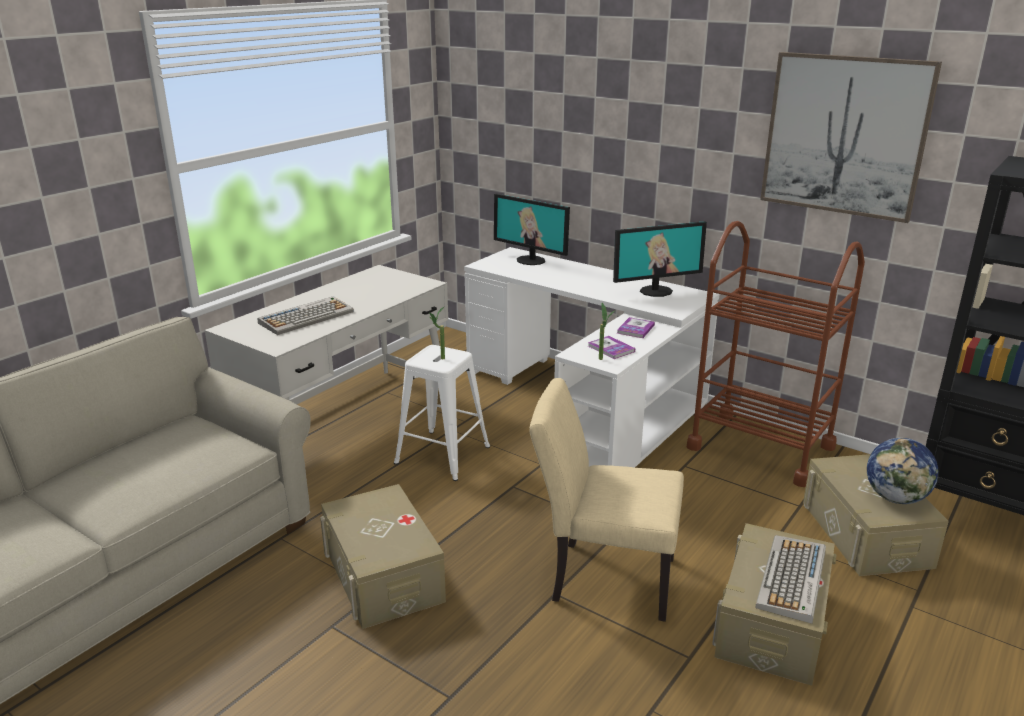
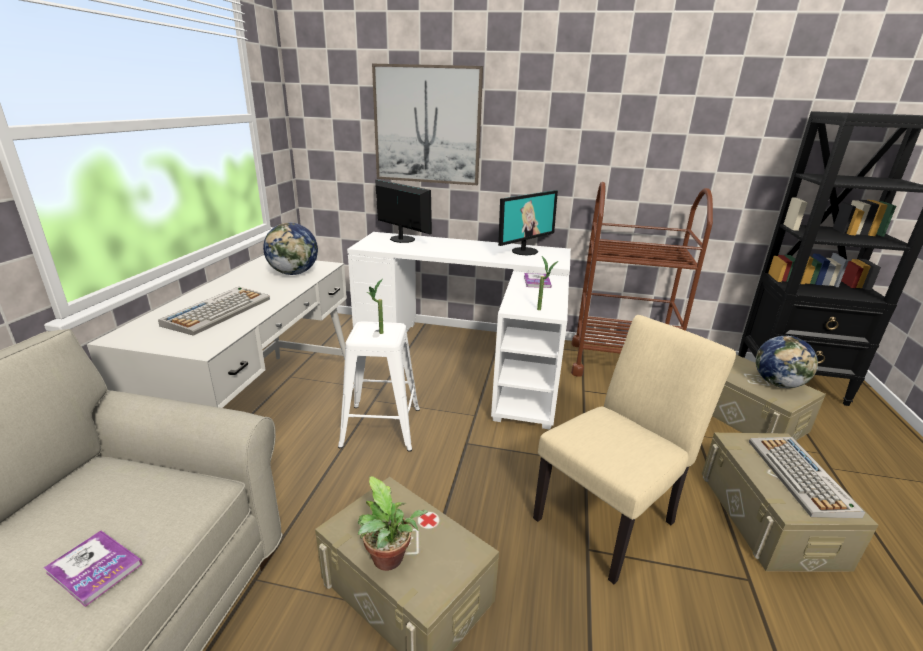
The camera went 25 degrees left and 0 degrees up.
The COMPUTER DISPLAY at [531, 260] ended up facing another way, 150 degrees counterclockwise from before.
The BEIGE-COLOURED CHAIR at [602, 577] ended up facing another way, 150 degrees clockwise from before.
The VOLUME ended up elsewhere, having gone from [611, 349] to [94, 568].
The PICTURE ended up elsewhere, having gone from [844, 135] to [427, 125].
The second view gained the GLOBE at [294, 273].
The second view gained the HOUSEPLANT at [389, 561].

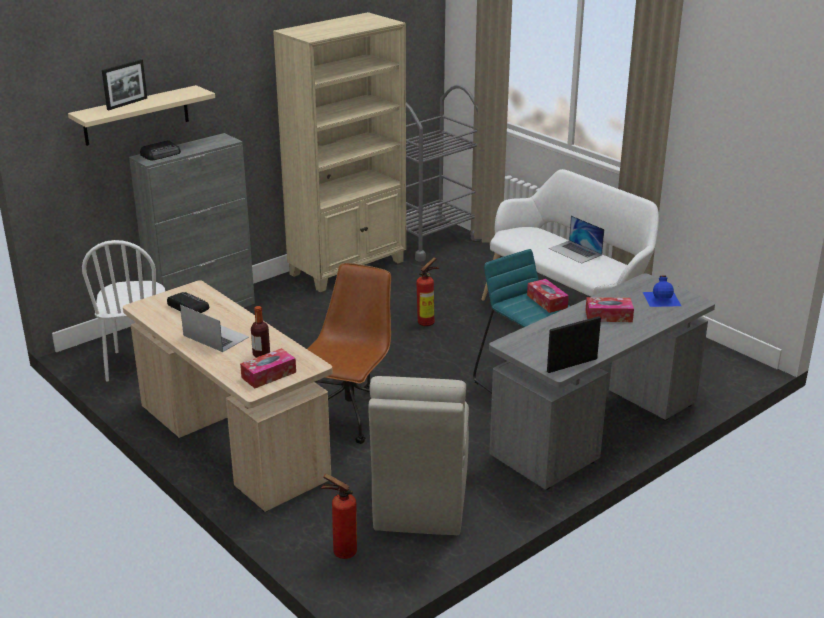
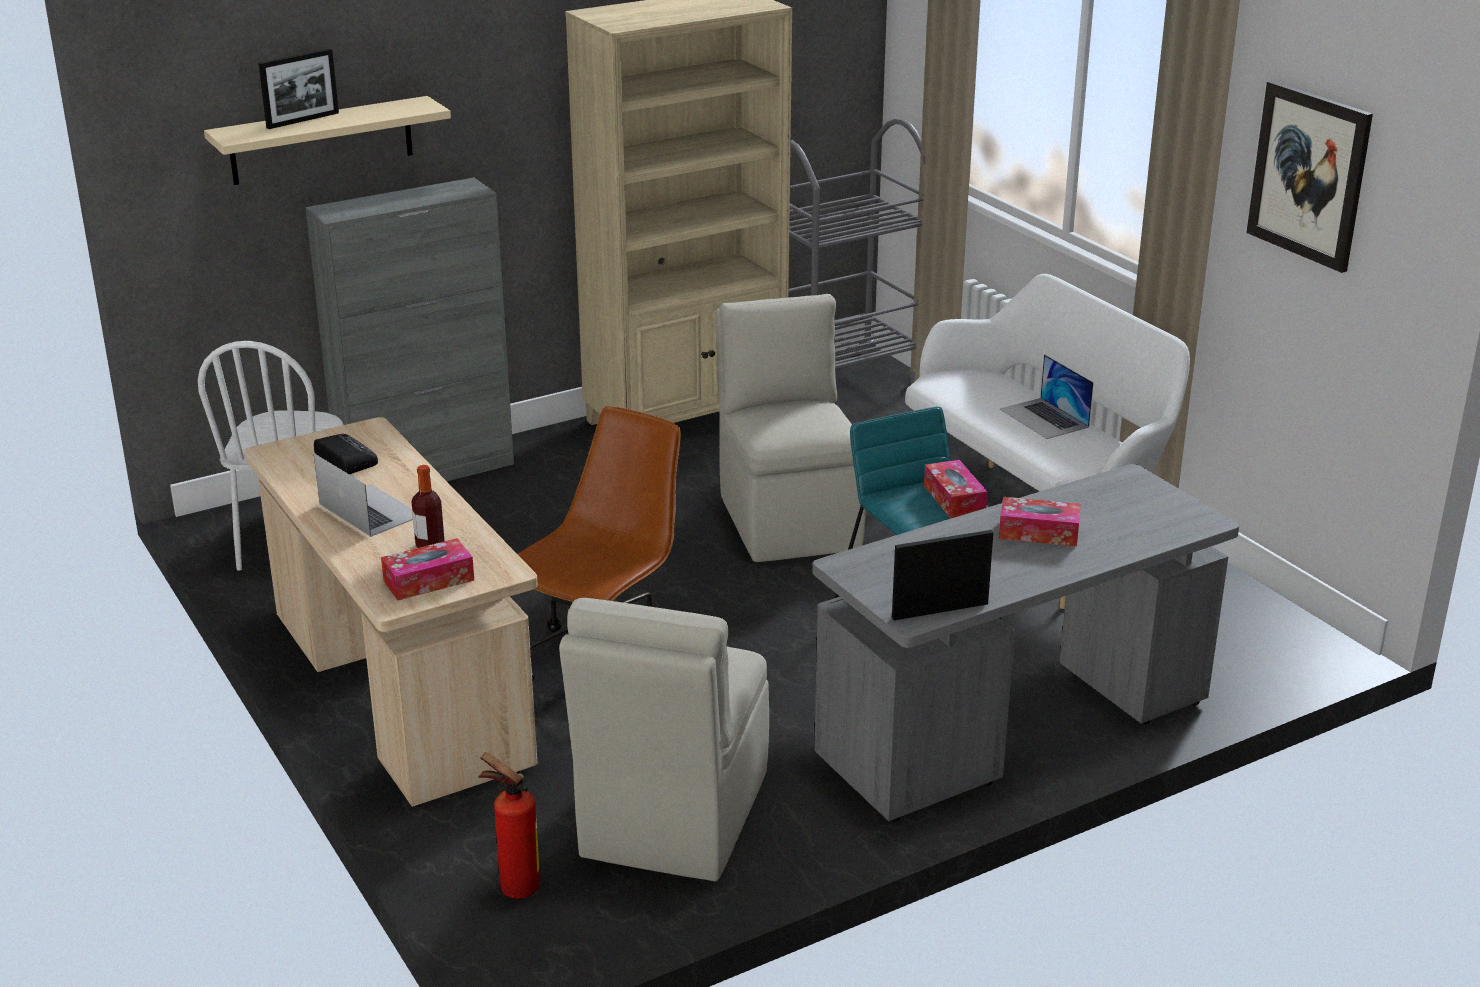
The camera went 10 degrees right and 0 degrees up.
The second view lost the RADIO SET at [161, 154].
Where the EXTINGUISHER stood at [428, 322], the BEIGE-COLOURED CHAIR came to stand at [789, 519].
The second view lost the BLUE DRINK BOTTLE at [662, 298].
The second view gained the PICTURE at [1309, 175].

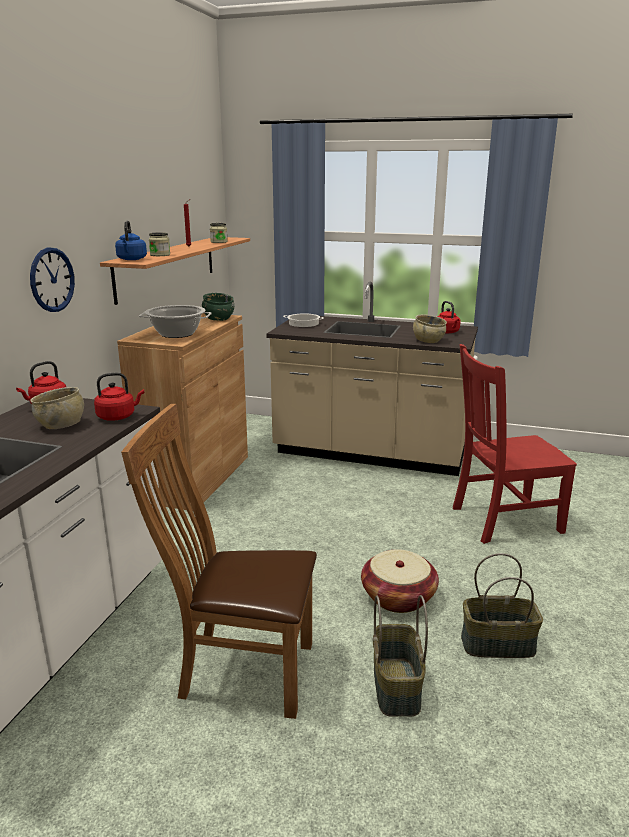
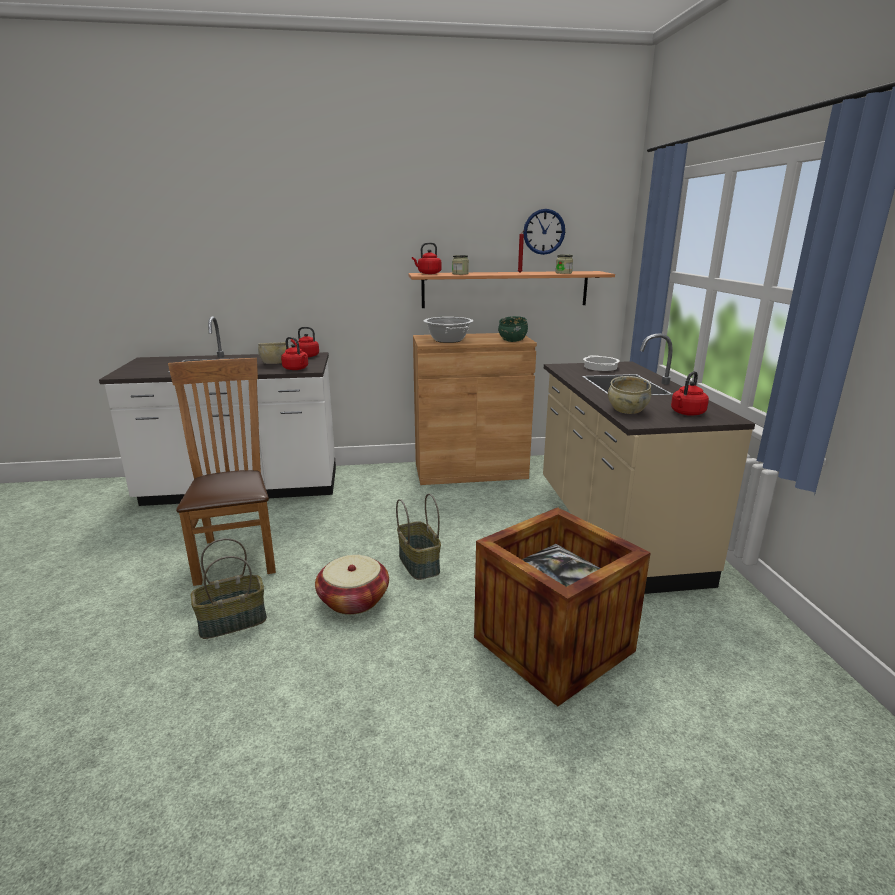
The camera went 65 degrees right and 0 degrees up.
The HANGING CLOCK ended up elsewhere, having gone from [52, 280] to [544, 231].
What was the BLUE KETTLE at [131, 259] turned into the RED KETTLE at [428, 273].
Where the RED CHAIR stood at [502, 520], the CRATE came to stand at [553, 644].
The BASKET ended up elsewhere, having gone from [498, 644] to [420, 564].

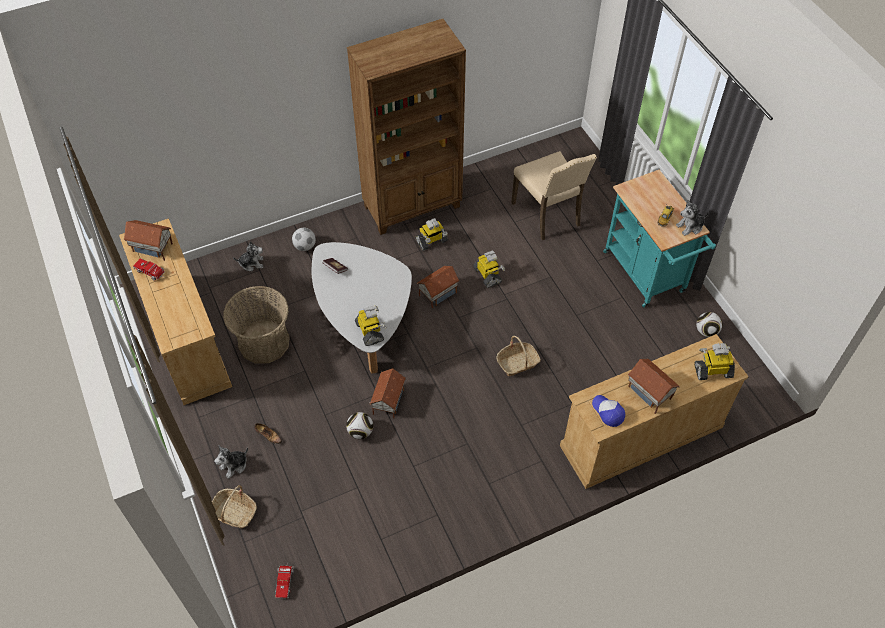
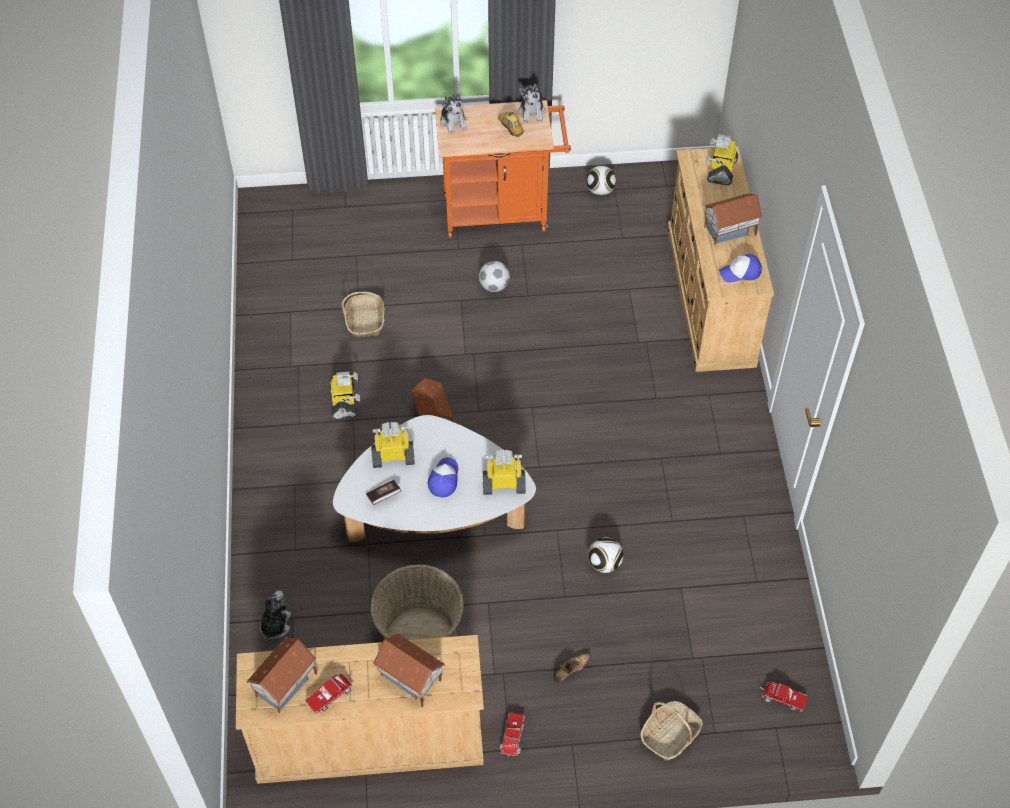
The camera went 70 degrees left and 0 degrees up.
The SOFT TOY ended up elsewhere, having gone from [234, 465] to [453, 122].
The BALL FOR FOOTBALL ended up elsewhere, having gone from [305, 246] to [494, 286].
The second view lost the BROWN BOOKCASE at [413, 206].
The MINIATURE HOUSE ended up elsewhere, having gone from [388, 402] to [410, 680].
The TOY ROBOT ended up elsewhere, having gone from [488, 275] to [393, 456].
The BASKET ended up elsewhere, having gone from [517, 363] to [365, 320].
The second view lost the BEIGE-COLOURED CHAIR at [548, 214].
What was the BLUE-GREEN TROLLEY at [647, 275] turned into the ORANGEY TROLLEY at [502, 211].
The second view gained the CAP at [444, 479].
The second view gained the TOY TRUCK at [512, 739].

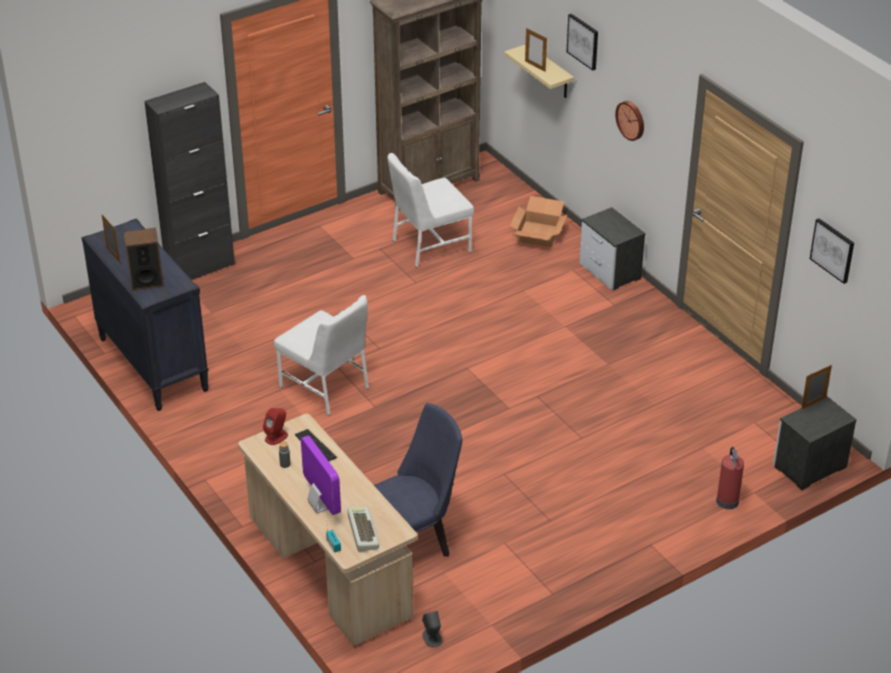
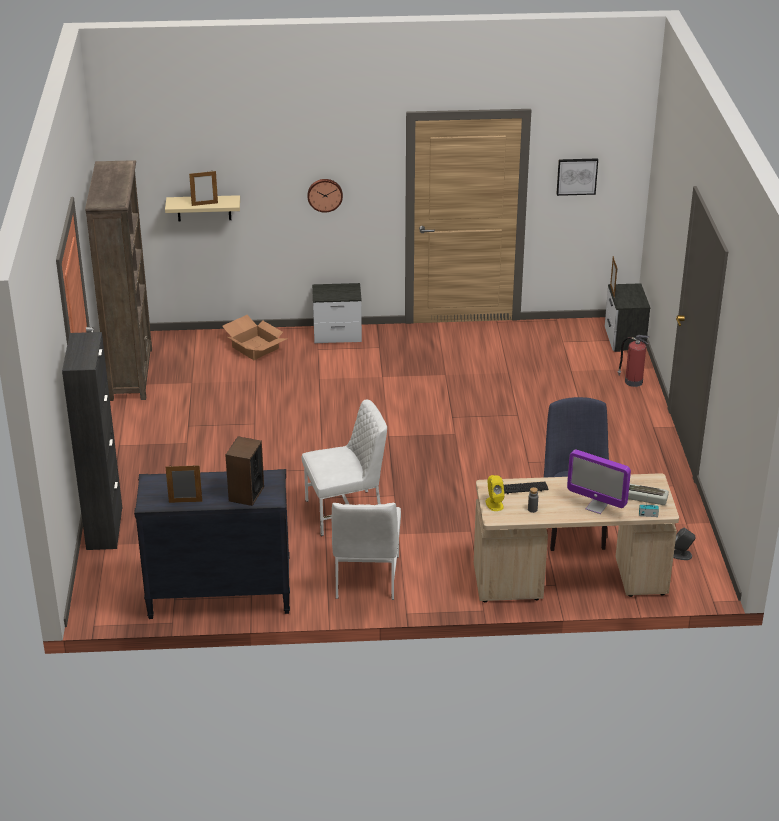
The camera went 60 degrees left and 5 degrees down.
What was the RED LOUDSPEAKER at [276, 437] turned into the YELLOW LOUDSPEAKER at [494, 504].
The COMPUTER DISPLAY at [320, 505] ended up facing another way, 150 degrees counterclockwise from before.
The WHITE-COLOURED CHAIR ended up elsewhere, having gone from [429, 245] to [365, 578].
The second view lost the PICTURE at [583, 41].

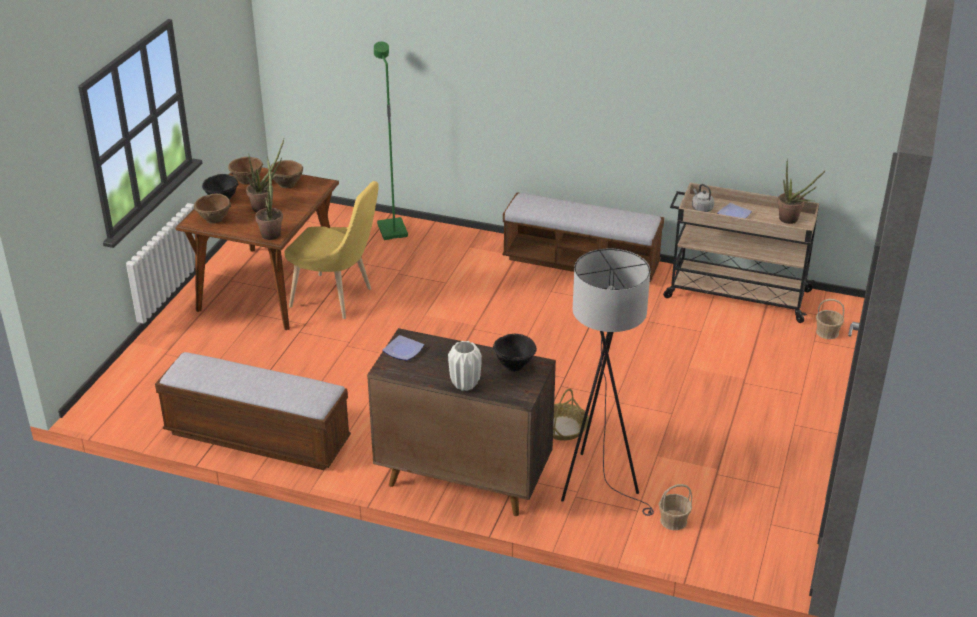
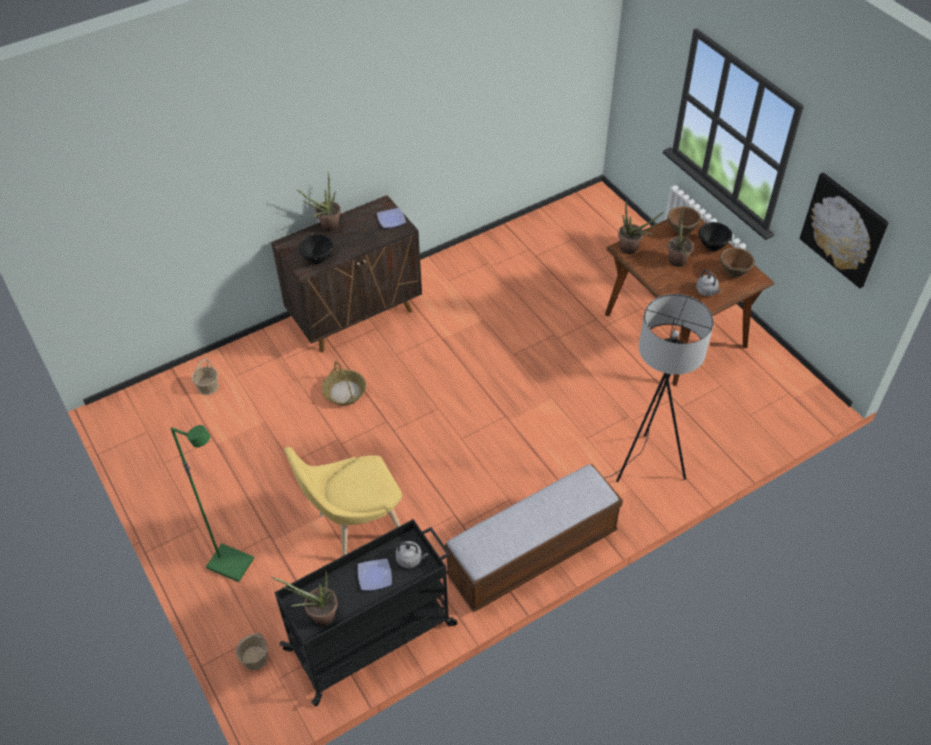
The camera went 130 degrees right and 15 degrees up.
The second view lost the INDOOR BENCH at [257, 437].
Where the BROWN SERVING BOWL stood at [287, 184], the GREYISH KETTLE came to stand at [707, 291].
The YELLOW CHAIR ended up elsewhere, having gone from [336, 299] to [355, 527].
The GREENISH STANDARD LAMP ended up elsewhere, having gone from [391, 230] to [231, 563].
Where the WHITE-COLOURED VASE stood at [465, 385], the HOUSEPLANT came to stand at [326, 227].
The GREYISH STANDARD LAMP ended up elsewhere, having gone from [600, 483] to [644, 468].
What was the BEIGE-COLOURED TROLLEY at [735, 294] turned into the BLACK TROLLEY at [373, 636].
The second view gained the PICTURE at [844, 229].

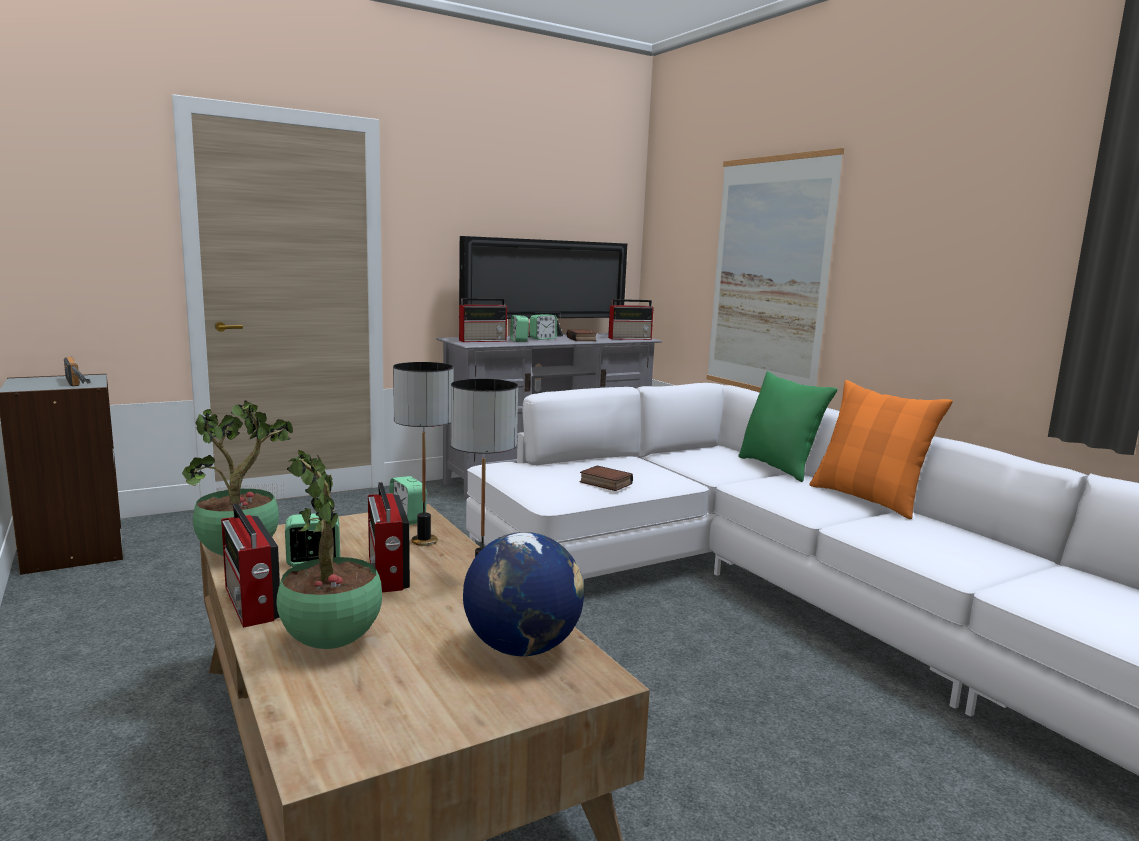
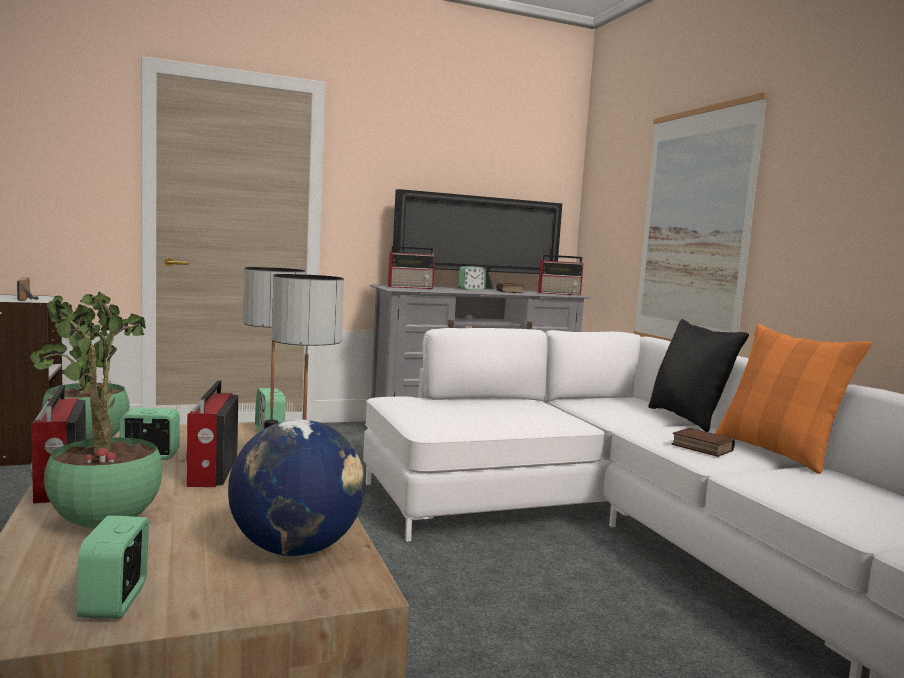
The camera went 10 degrees right and 5 degrees down.
The BEDSIDE CLOCK ended up elsewhere, having gone from [519, 340] to [115, 602].
The VOLUME ended up elsewhere, having gone from [604, 483] to [700, 447].
What was the GREENISH PILLOW at [779, 468] turned into the BLACK PILLOW at [688, 419].

